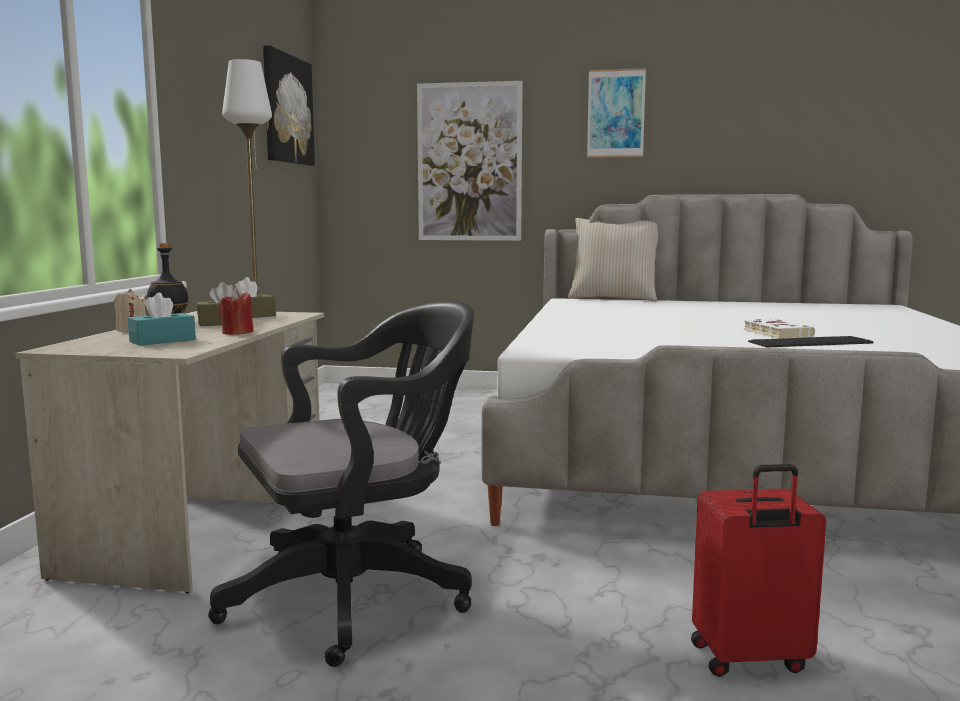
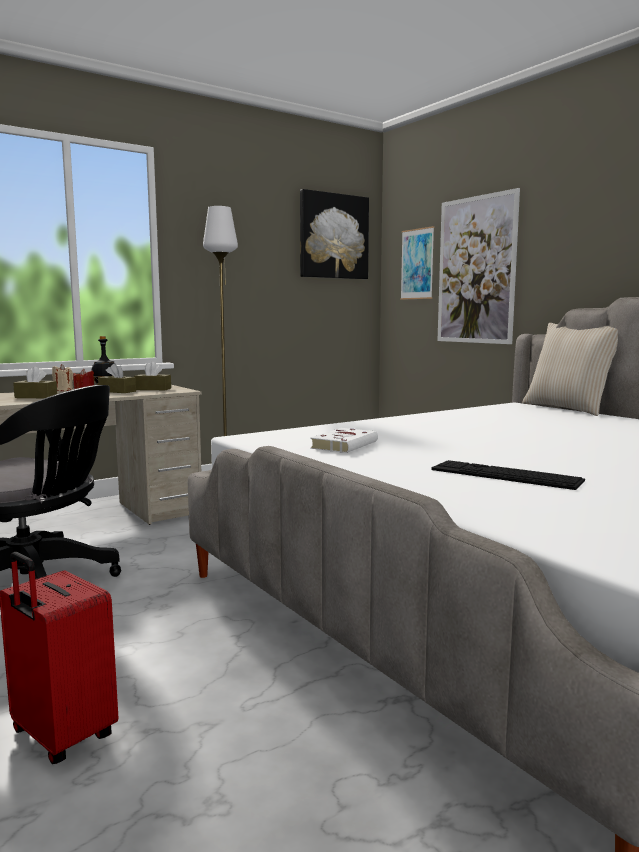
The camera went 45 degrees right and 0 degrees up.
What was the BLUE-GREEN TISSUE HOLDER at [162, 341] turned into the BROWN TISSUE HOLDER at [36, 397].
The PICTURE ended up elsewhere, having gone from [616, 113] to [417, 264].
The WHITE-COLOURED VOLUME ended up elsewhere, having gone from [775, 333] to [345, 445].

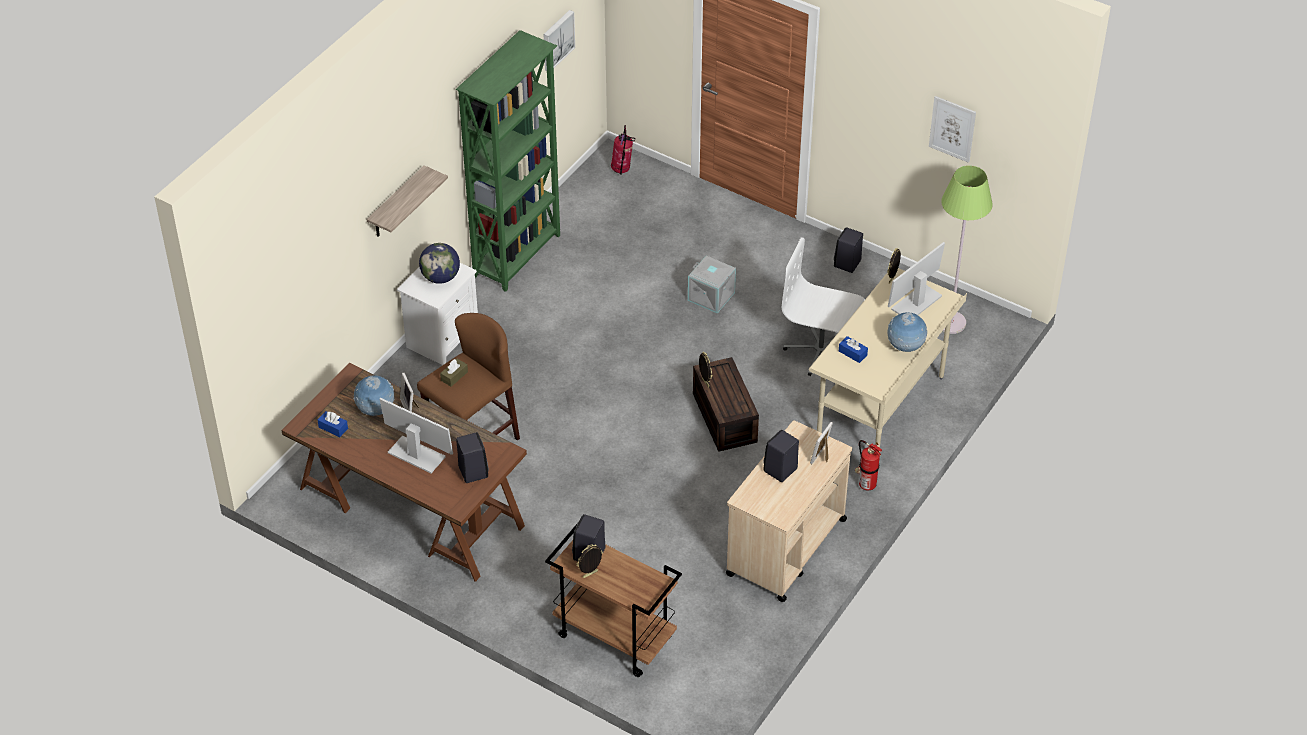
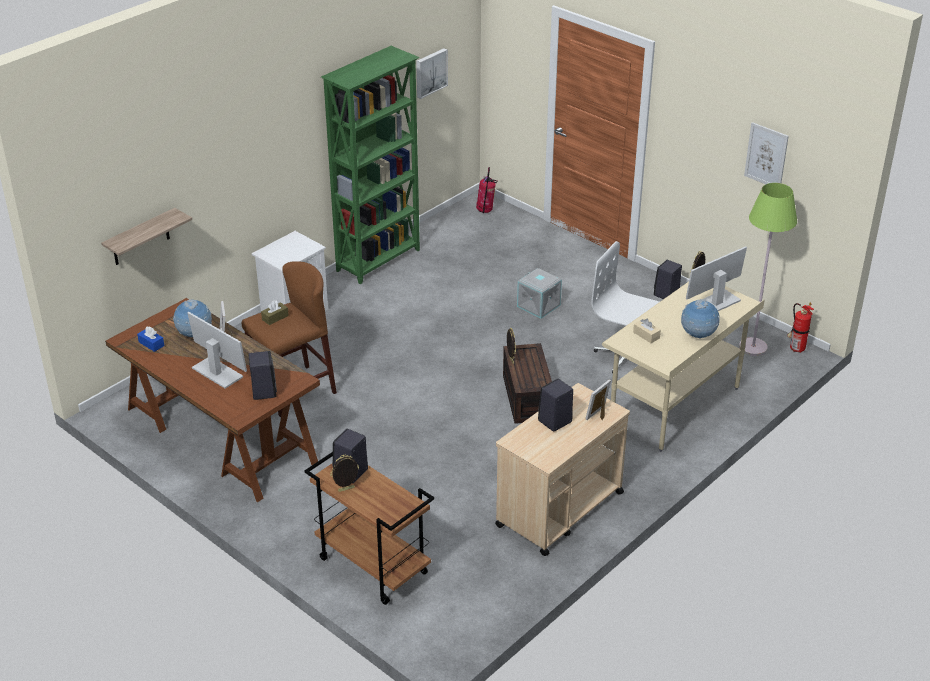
The camera went 10 degrees right and 10 degrees down.
The WALL SHELF ended up elsewhere, having gone from [396, 204] to [140, 238].
The second view lost the GLOBE at [440, 277].
What was the BLUE TISSUE HOLDER at [852, 353] turned into the BEIGE-COLOURED TISSUE HOLDER at [646, 335].
The EXTINGUISHER ended up elsewhere, having gone from [865, 484] to [795, 348].

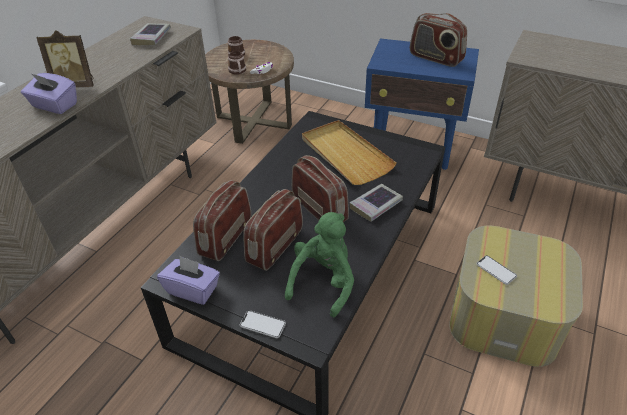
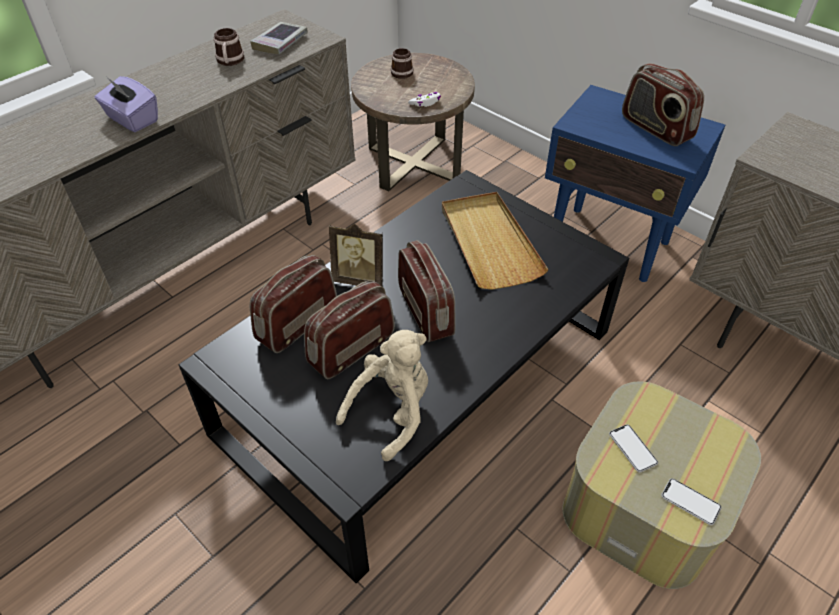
The camera went 15 degrees right and 5 degrees up.
The PICTURE FRAME ended up elsewhere, having gone from [76, 84] to [360, 278].
The second view lost the PURPLE TISSUE HOLDER at [193, 290].
The COFFEE MUG ended up elsewhere, having gone from [238, 72] to [230, 62].
The TELEPHONE ended up elsewhere, having gone from [262, 325] to [690, 502].
What was the GREENISH SOFT TOY at [323, 282] turned into the BEIGE-COLOURED SOFT TOY at [392, 411].
The second view lost the VOLUME at [376, 205].

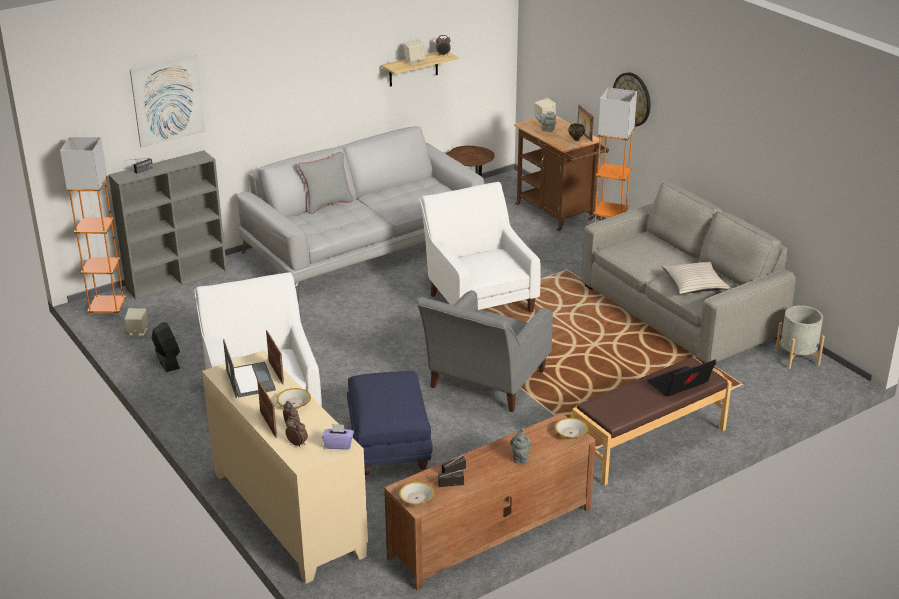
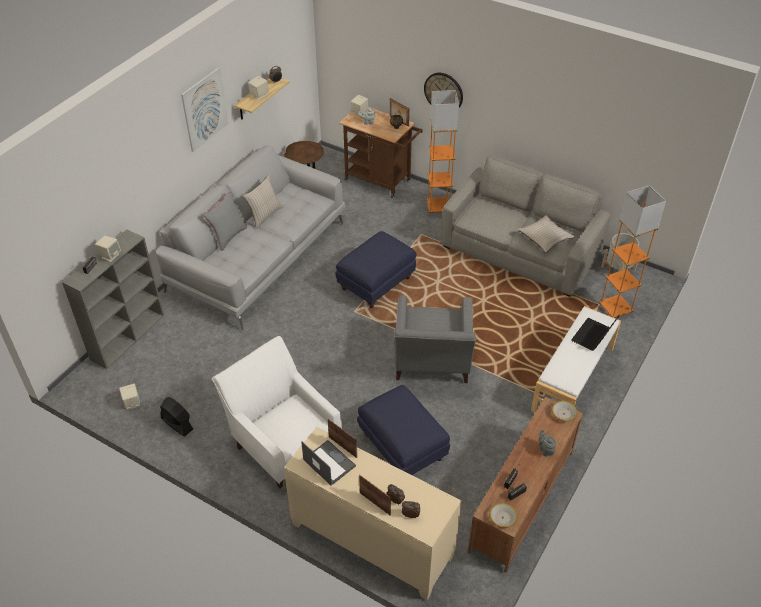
The camera went 25 degrees left and 15 degrees up.
The ORANGEY STANDARD LAMP ended up elsewhere, having gone from [107, 309] to [615, 309].
The PICTURE ended up elsewhere, having gone from [168, 101] to [205, 109].
The second view lost the SERVING BOWL at [293, 403].
The second view lost the PURPLE TISSUE HOLDER at [338, 444].
Where the WHITE-COLOURED EASY CHAIR stood at [478, 299], the BLUE POUFFE came to stand at [376, 283].
What was the BROWN INDOOR BENCH at [649, 444] turned into the WHITE-COLOURED INDOOR BENCH at [573, 379].
The second view gained the BEIGE-COLOURED LOUDSPEAKER at [110, 256].
The second view gained the BEIGE-COLOURED PILLOW at [264, 215].

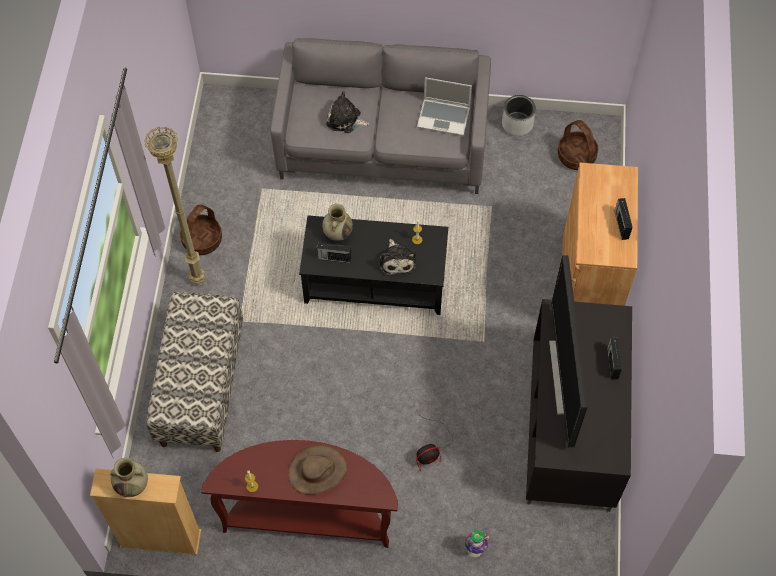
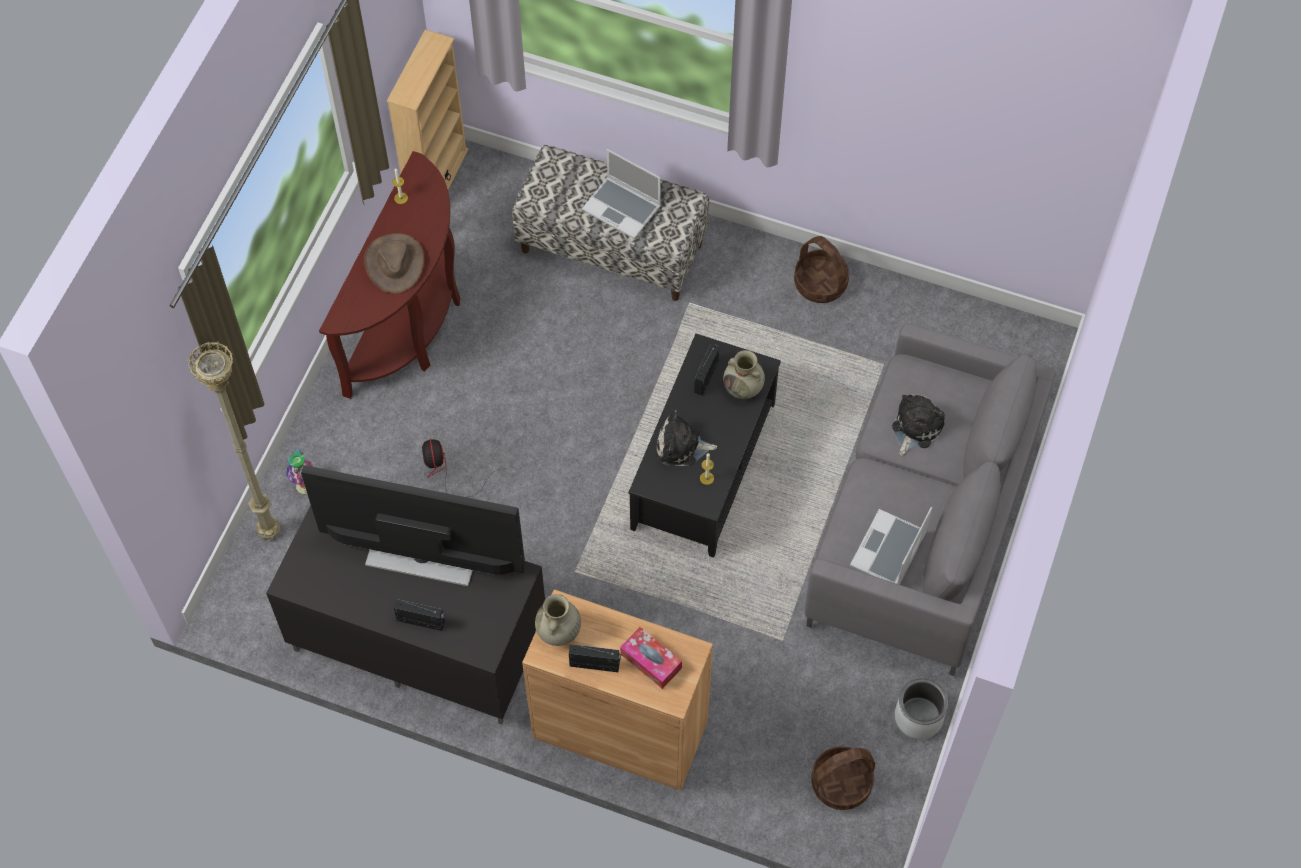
The camera went 105 degrees right and 0 degrees up.
The BEIGE-COLOURED VASE ended up elsewhere, having gone from [132, 485] to [558, 632].
The BEIGE-COLOURED STANDARD LAMP ended up elsewhere, having gone from [196, 279] to [271, 531].
The second view gained the LAPTOP at [623, 208].
The second view gained the TISSUE HOLDER at [651, 661].

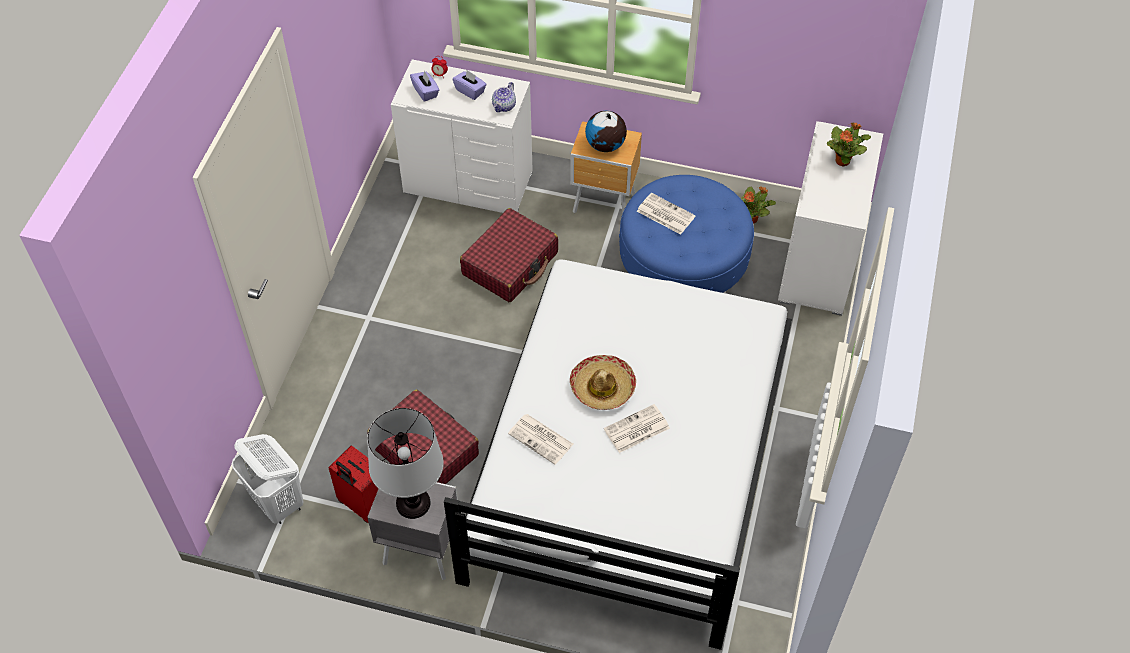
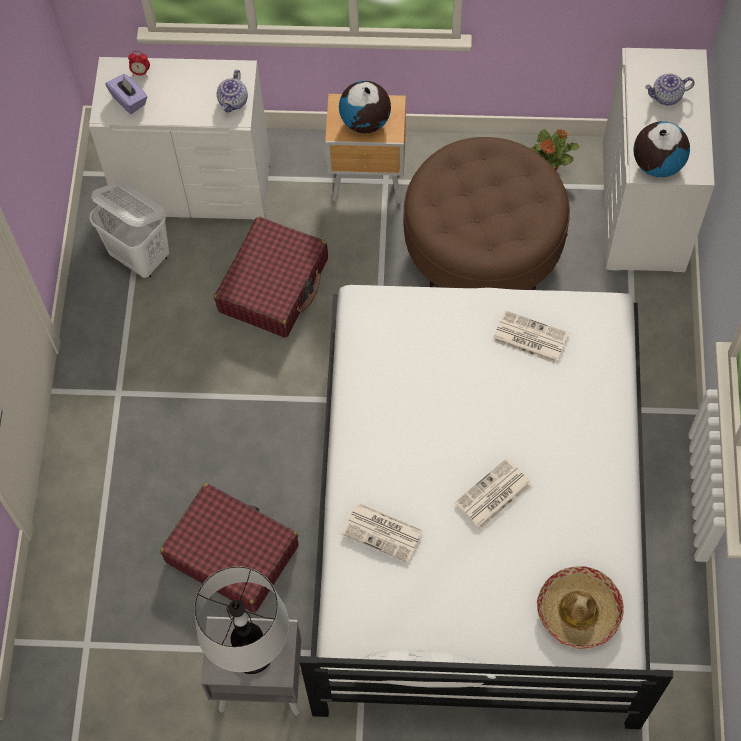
The camera went 10 degrees left and 10 degrees up.
The WHITE-COLOURED WASHING BASKET ended up elsewhere, having gone from [278, 503] to [141, 257].
The second view lost the RED TRAVEL CASE at [362, 504].
The second view lost the PURPLE TISSUE HOLDER at [470, 91].
The CLOTHING HAT ended up elsewhere, having gone from [602, 387] to [579, 611].
What was the BLUE POUFFE at [682, 268] turned into the BROWN POUFFE at [482, 250].
The DAILY PAPER ended up elsewhere, having gone from [664, 214] to [529, 337].
Where the HOUSEPLANT stood at [843, 161], the TEA POT came to stand at [666, 96].
The second view gained the GLOBE at [657, 164].

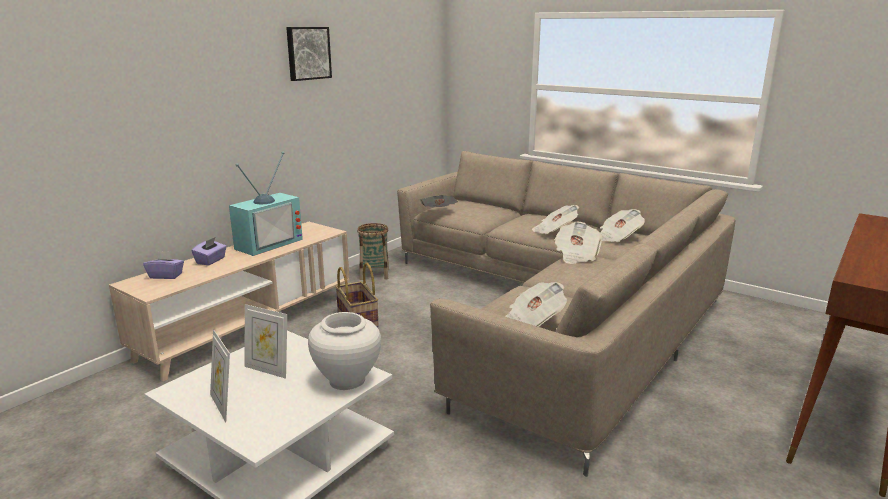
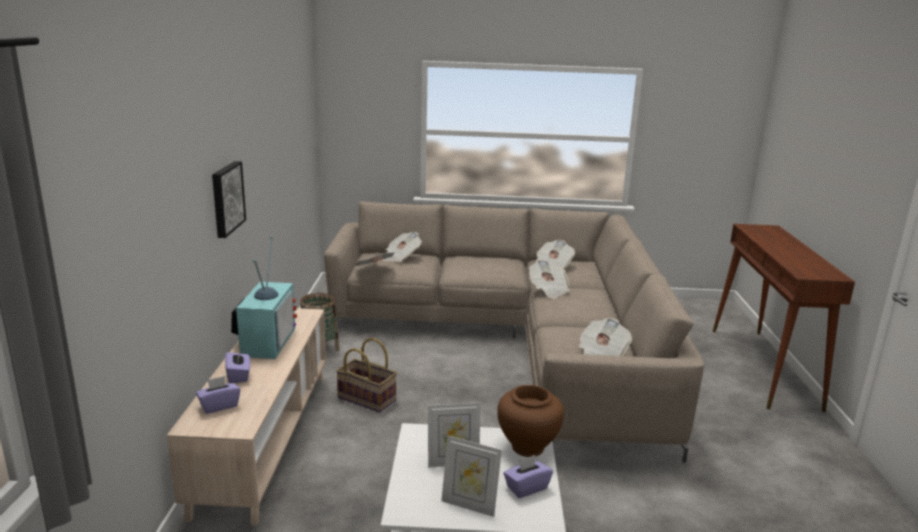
The camera went 35 degrees left and 0 degrees up.
The PICTURE ended up elsewhere, having gone from [308, 53] to [226, 198].
What was the WHITE-COLOURED VASE at [347, 380] turned into the BROWN VASE at [528, 447].
The DAILY PAPER ended up elsewhere, having gone from [554, 231] to [400, 257].
The second view gained the PURPLE TISSUE HOLDER at [526, 487].

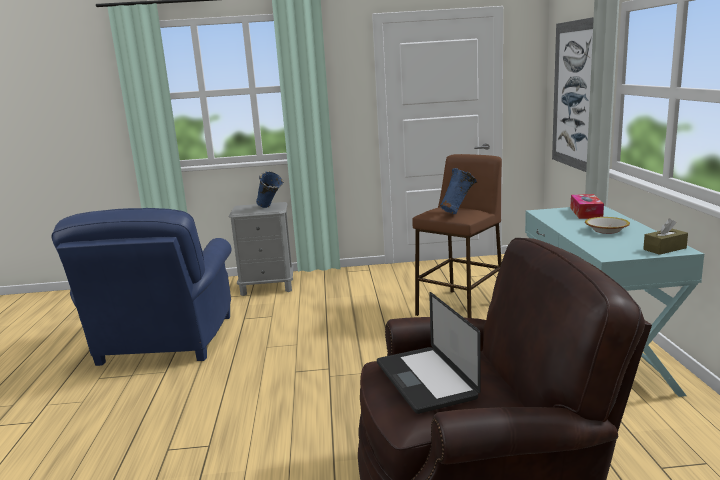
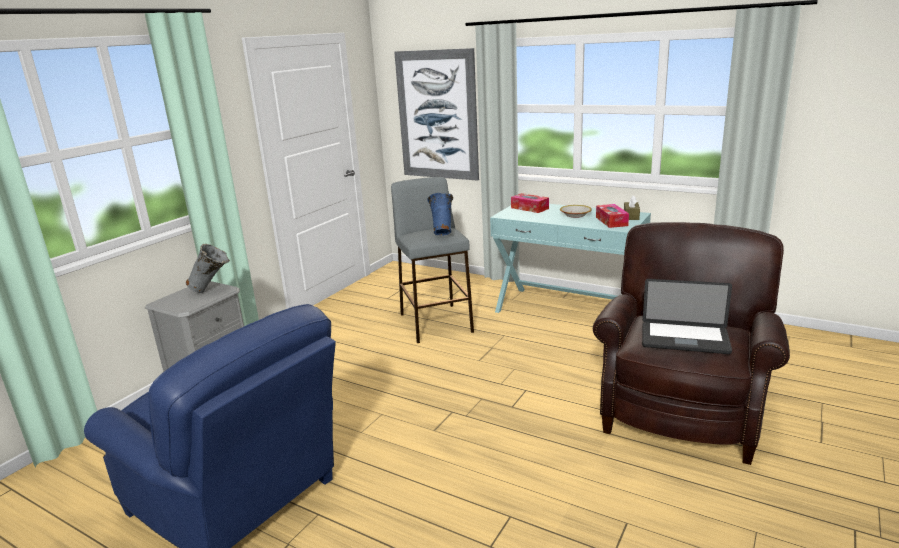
The camera went 55 degrees left and 5 degrees up.
What was the BLUE VASE at [270, 208] turned into the GREYISH VASE at [212, 290].
What was the BROWN SITTING STOOL at [460, 308] turned into the GREYISH SITTING STOOL at [435, 322].
The second view gained the TISSUE HOLDER at [611, 221].

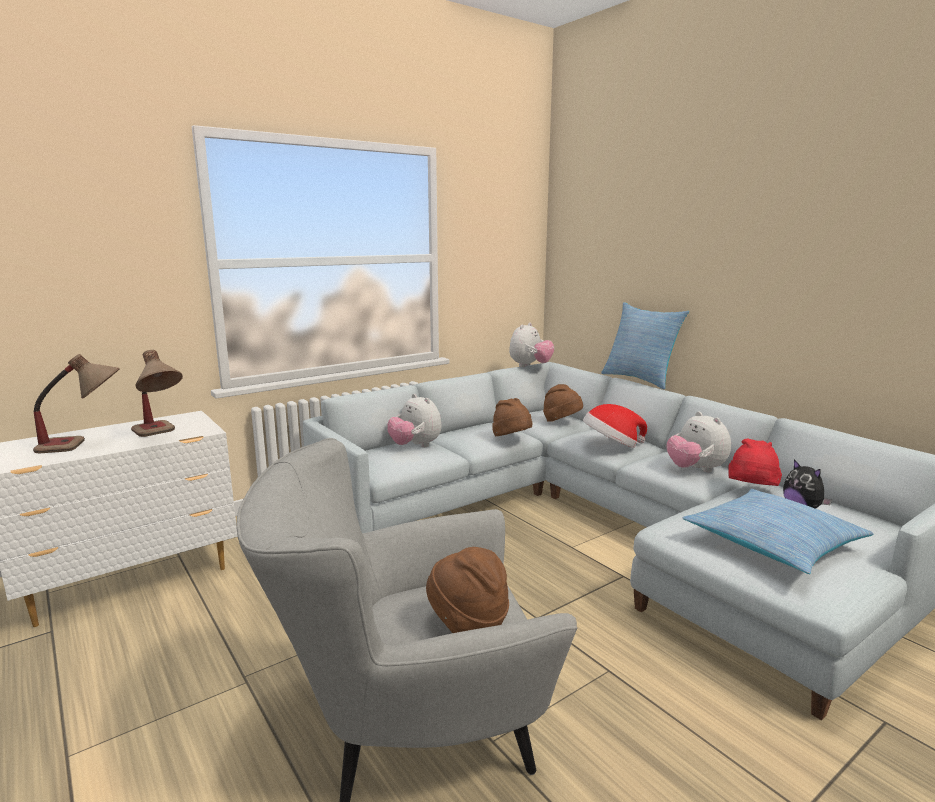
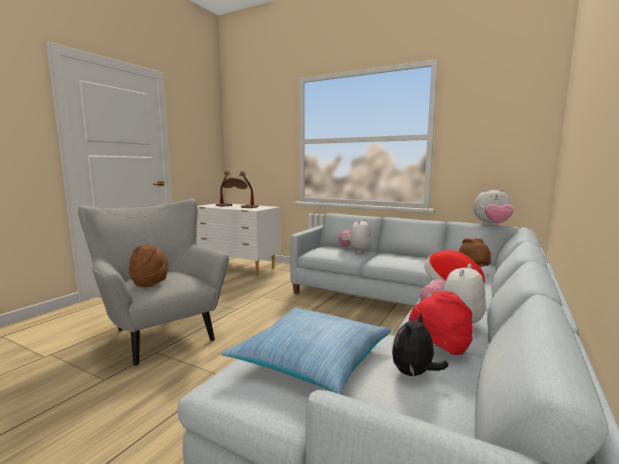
The camera went 65 degrees right and 5 degrees down.
The second view lost the BROWN CLOTHING HAT at [512, 439].
The second view lost the PILLOW at [640, 379].

